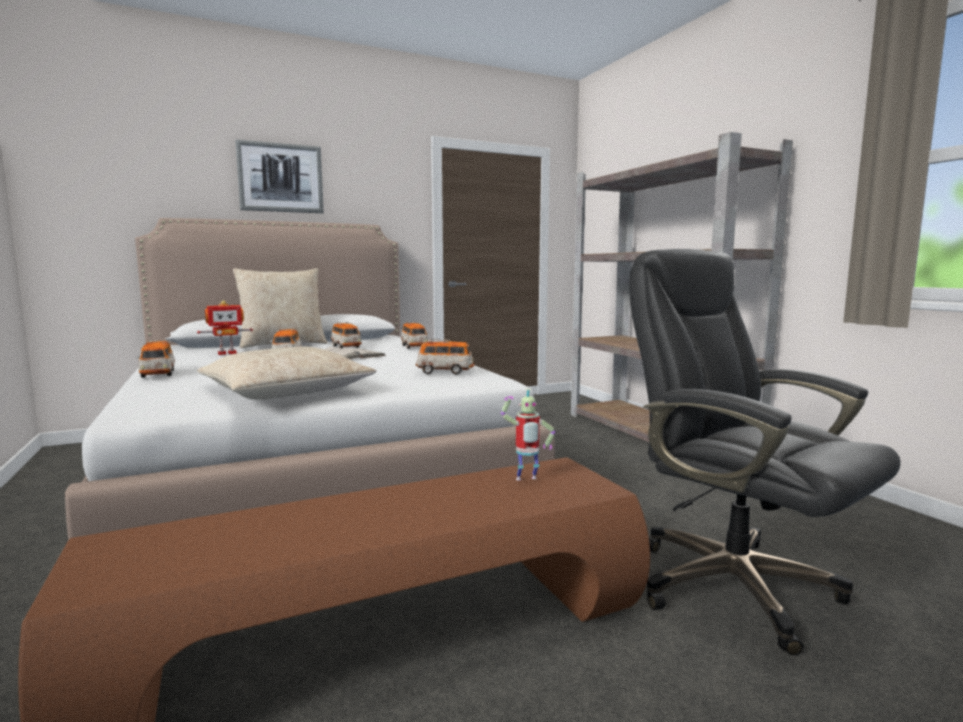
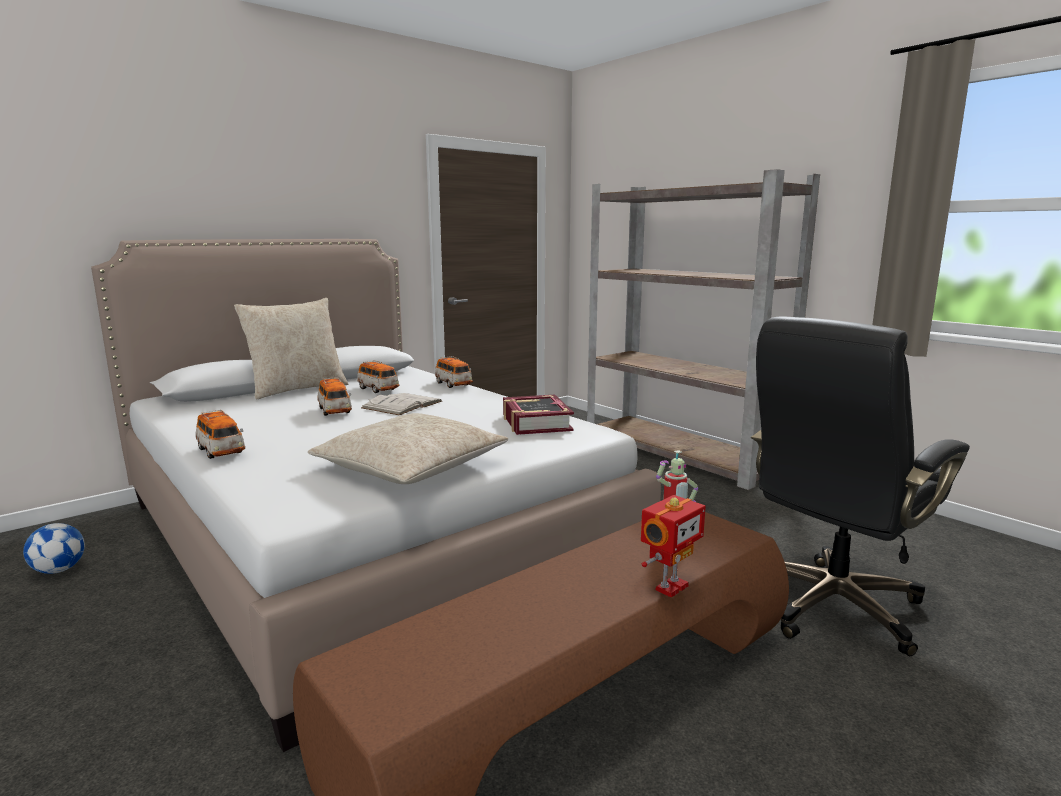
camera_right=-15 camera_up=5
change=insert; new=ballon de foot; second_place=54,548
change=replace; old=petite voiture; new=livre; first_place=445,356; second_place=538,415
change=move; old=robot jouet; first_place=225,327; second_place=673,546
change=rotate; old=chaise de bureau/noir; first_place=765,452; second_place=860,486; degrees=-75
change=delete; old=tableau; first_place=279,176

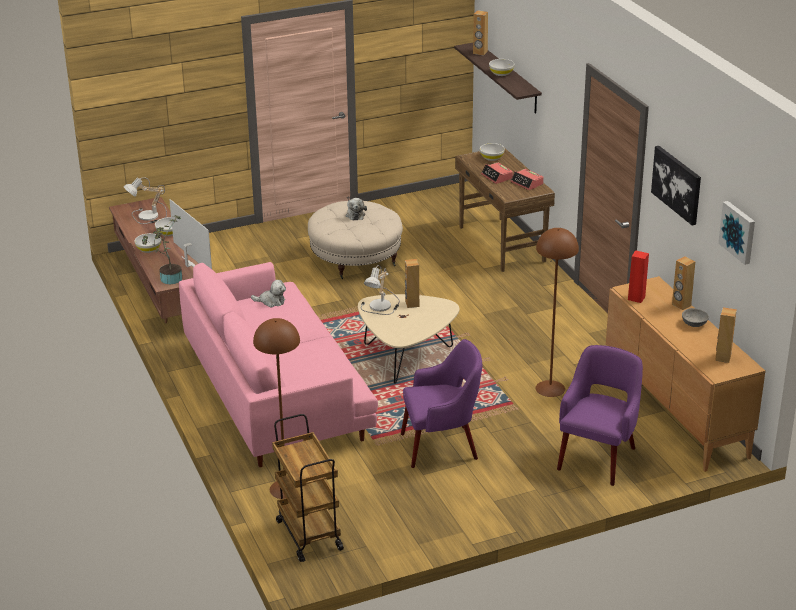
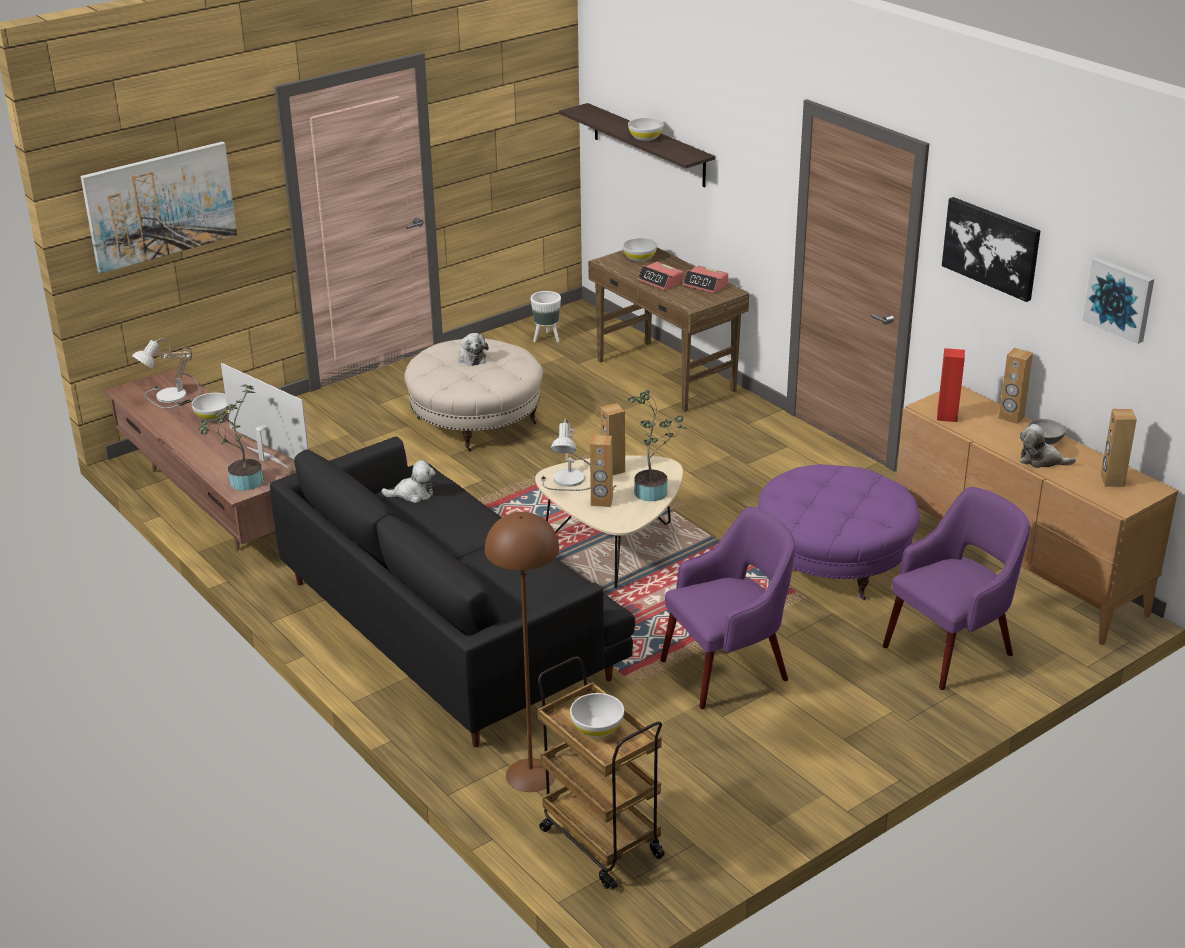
camera_right=-15 camera_up=0
change=insert; new=tableau; second_place=159,208
change=recolor; old=canapé/rose; new=canapé/noir; first_place=278,364; second_place=452,592
change=insert; new=cache-pot/blanc; second_place=545,316
change=move; old=bol/blanc; first_place=148,243; second_place=597,715
change=move; old=enceinte/marron; first_place=480,32; second_place=601,471
change=insert; new=plante en pot; second_place=657,445
change=replace; old=lampadaire/marron; new=pouf/violet; first_place=557,312; second_place=839,532
change=rotate; old=fauteuil/violet; first_place=600,415; second_place=956,588; degrees=45
change=insert; new=peluche; second_place=1048,446

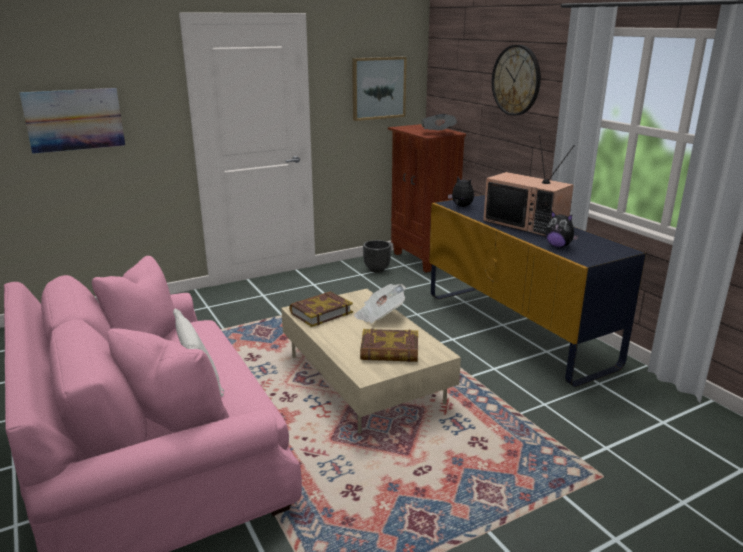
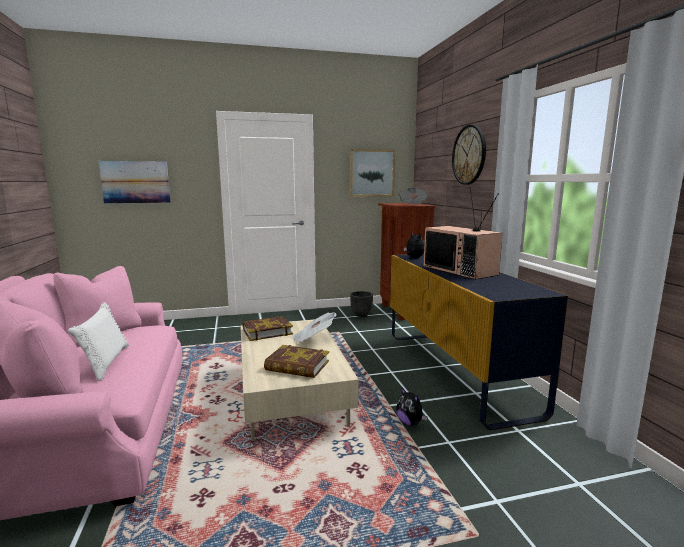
camera_right=15 camera_up=-10
change=move; old=peluche; first_place=562,229; second_place=412,407

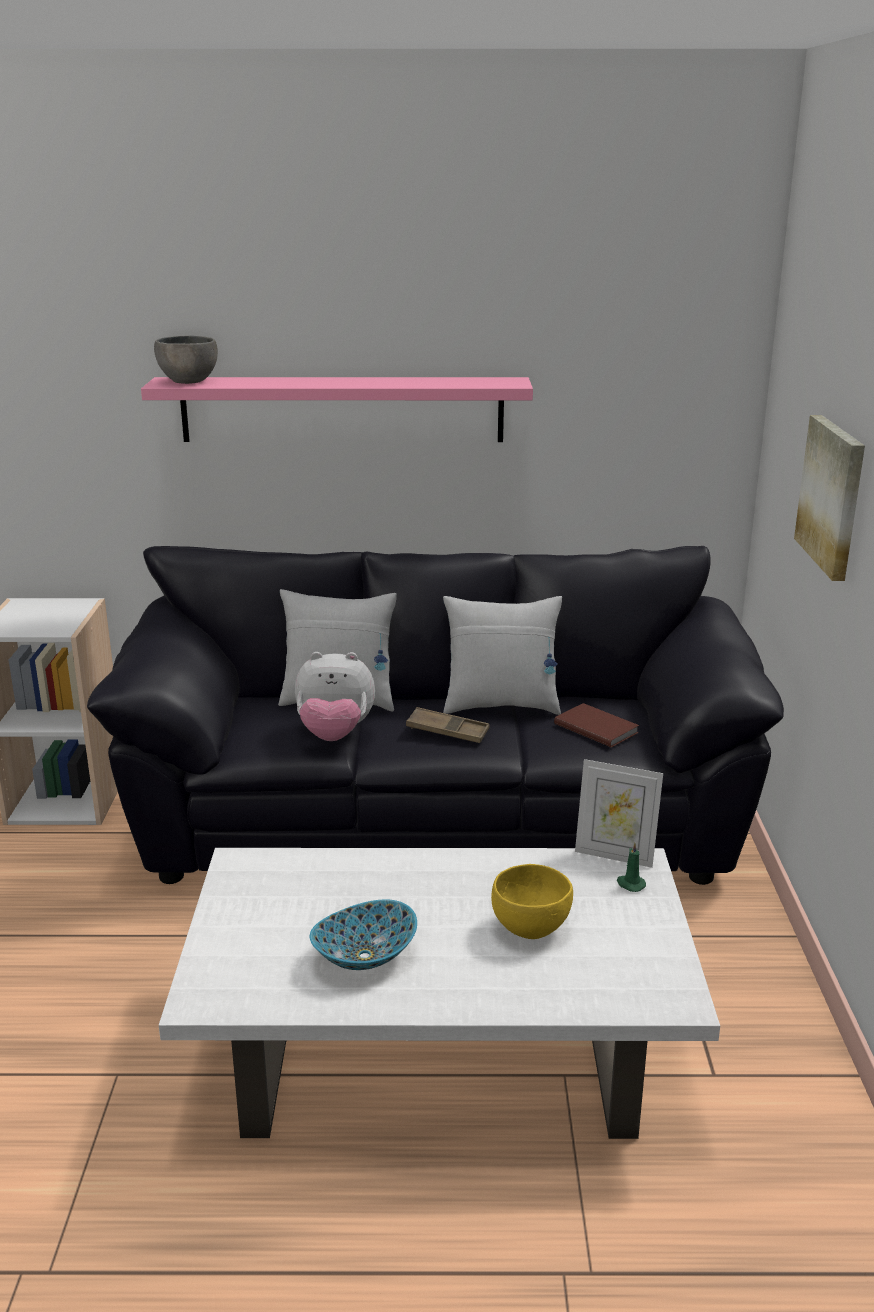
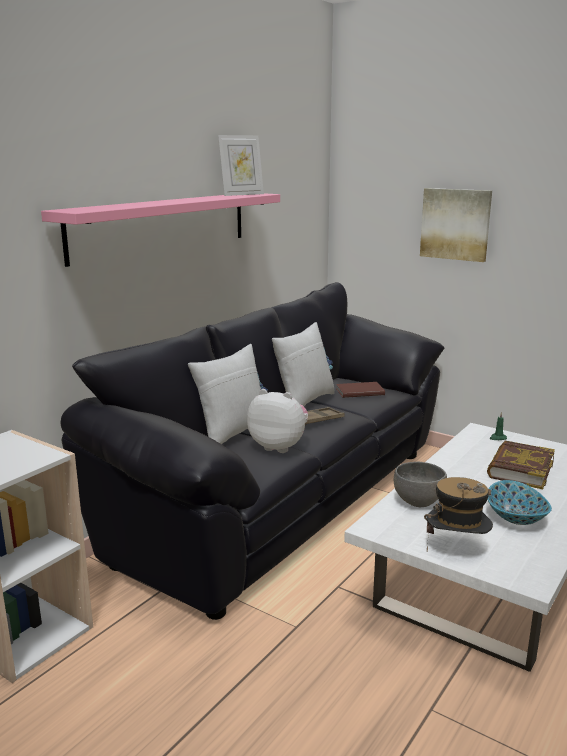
camera_right=-55 camera_up=-5
change=move; old=cadre photo; first_place=619,813; second_place=241,165
change=rotate; old=peluche; first_place=335,696; second_place=277,421; degrees=-105
change=move; old=bol/gris; first_place=186,359; second_place=420,484
change=insert; new=chapeau; second_place=458,514
change=replace; old=bol/jaune; new=livre; first_place=532,901; second_place=521,465

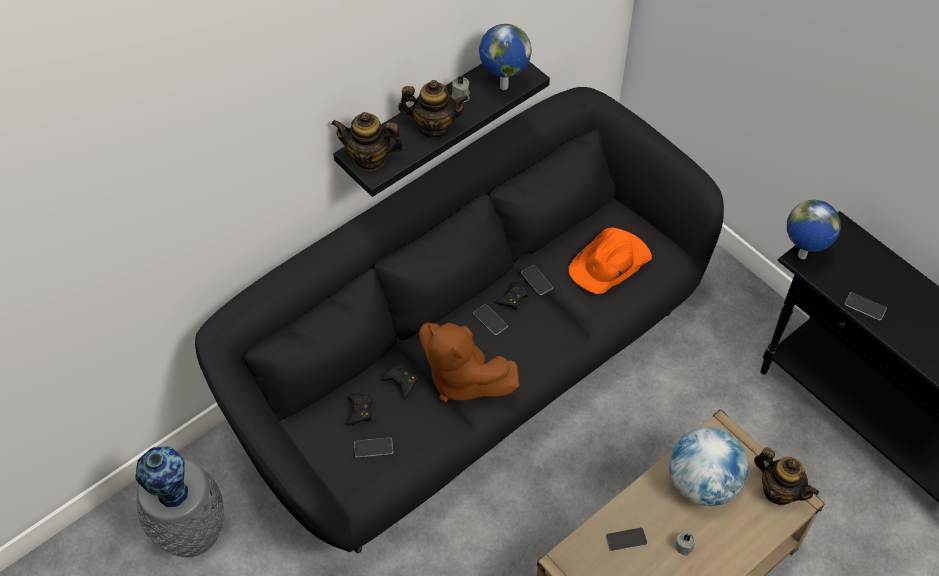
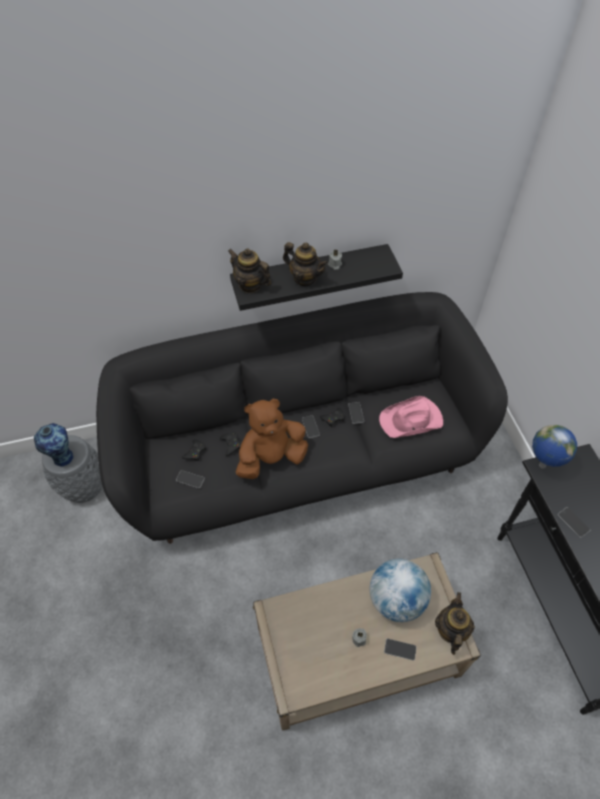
camera_right=25 camera_up=0
change=rotate; old=peluche/marron; first_place=469,362; second_place=272,439; degrees=90
change=recolor; old=chapeau/orange; new=chapeau/rose; first_place=610,260; second_place=411,417
change=move; old=téléphone; first_place=626,539; second_place=400,650
change=rotate; old=théière; first_place=786,476; second_place=455,623; degrees=-150
change=delete; old=globe; first_place=505,57

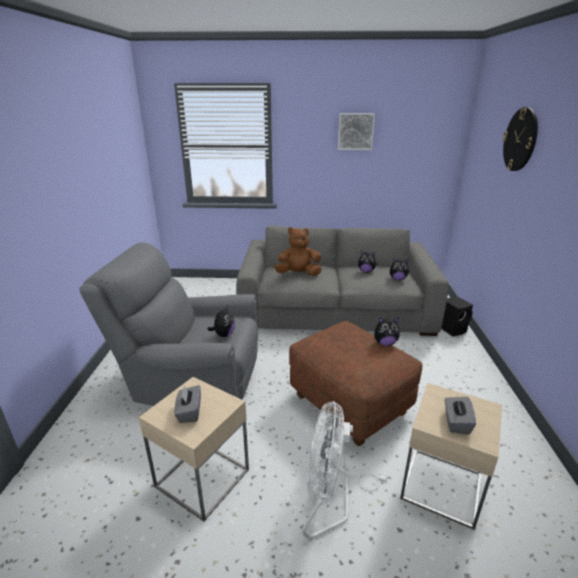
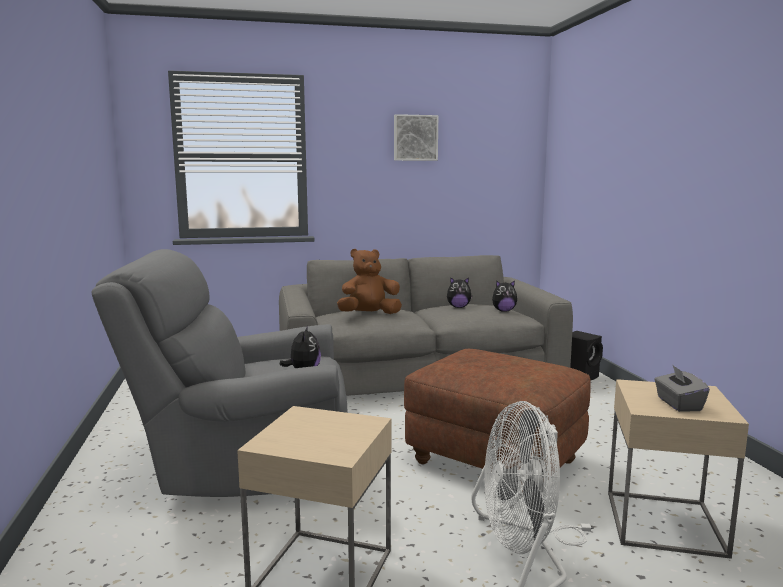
camera_right=-15 camera_up=-15
change=delete; old=boîte à mouchoirs/gris; first_place=187,404
change=delete; old=peluche; first_place=387,331
change=delete; old=horloge murale; first_place=520,139

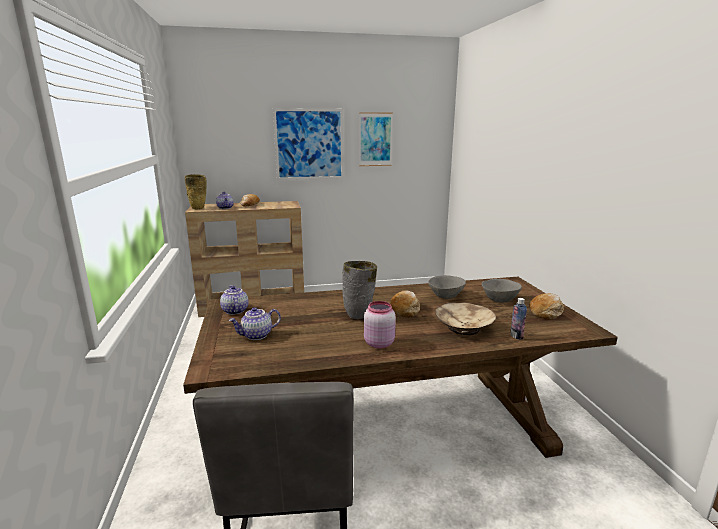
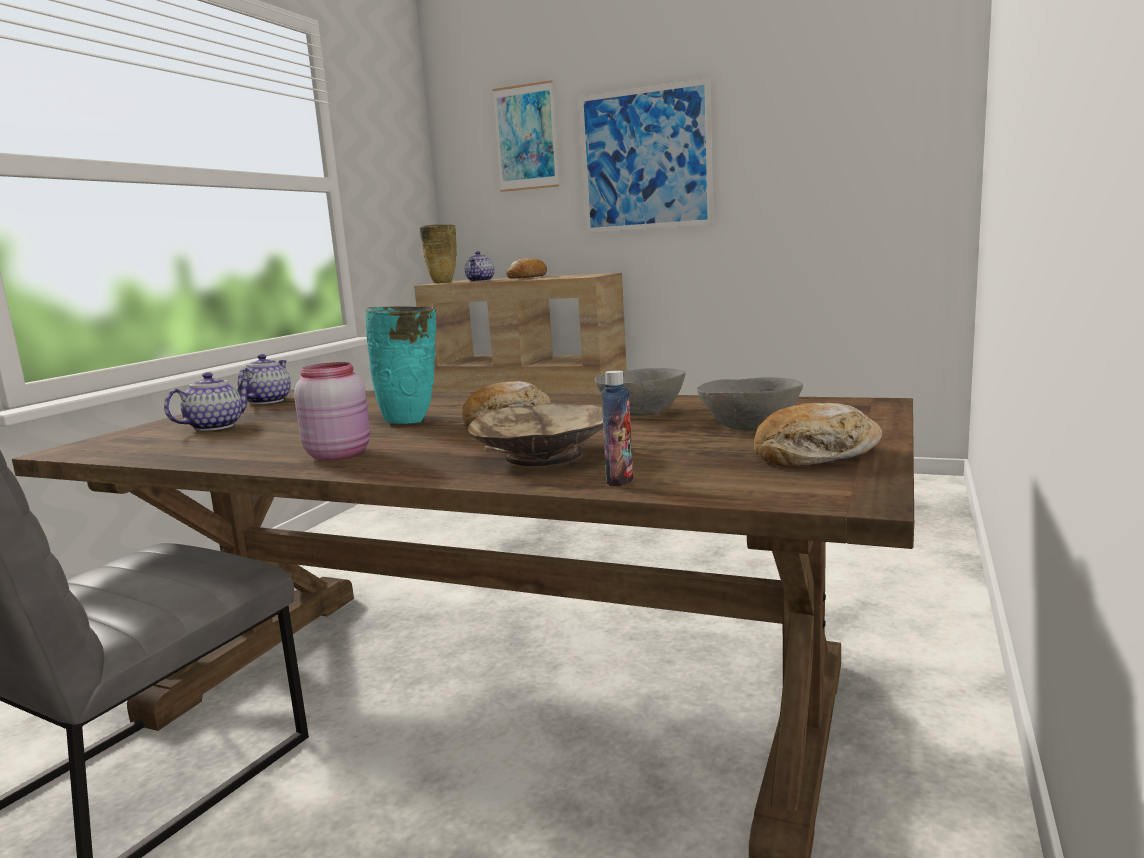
camera_right=35 camera_up=-5
change=rotate; old=théière; first_place=255,323; second_place=208,401; degrees=120
change=recolor; old=vase/gris; new=vase/turquoise; first_place=359,290; second_place=401,365
change=move; old=tableau; first_place=376,139; second_place=525,136

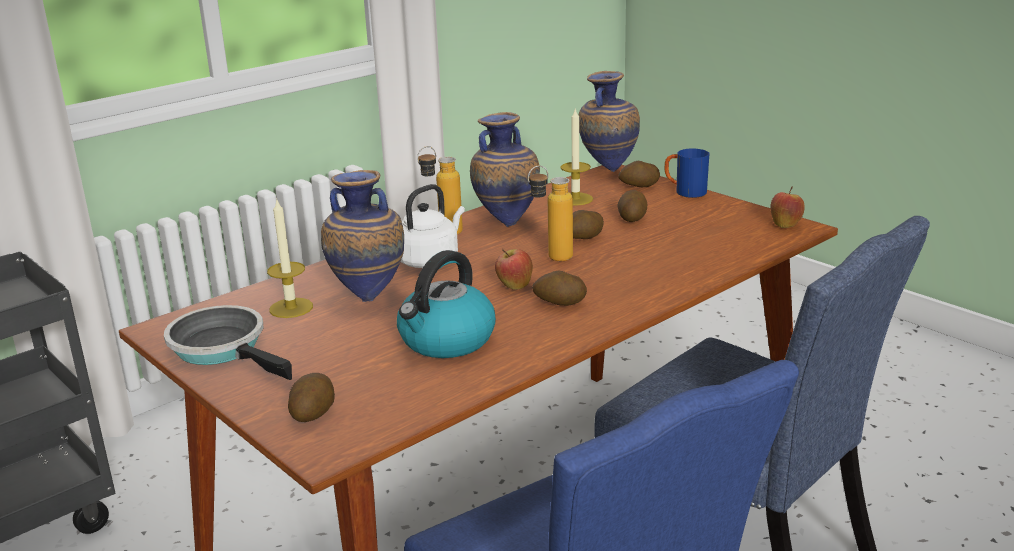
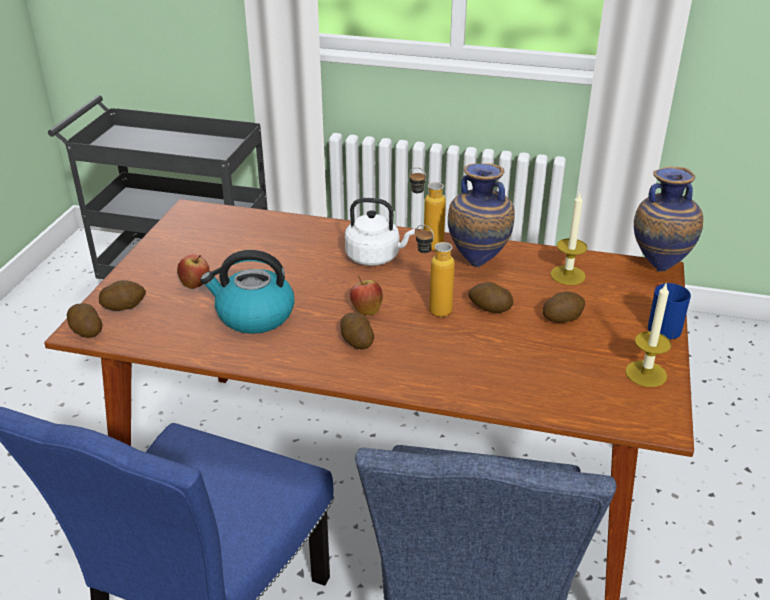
camera_right=55 camera_up=10
change=move; old=pomme de terre; first_place=639,174; second_place=84,320
change=move; old=pomme; first_place=787,207; second_place=193,272
change=move; old=bougie; first_place=290,258; second_place=648,335
change=delete; old=poêle; first_place=228,342
change=delete; old=vase; first_place=362,236

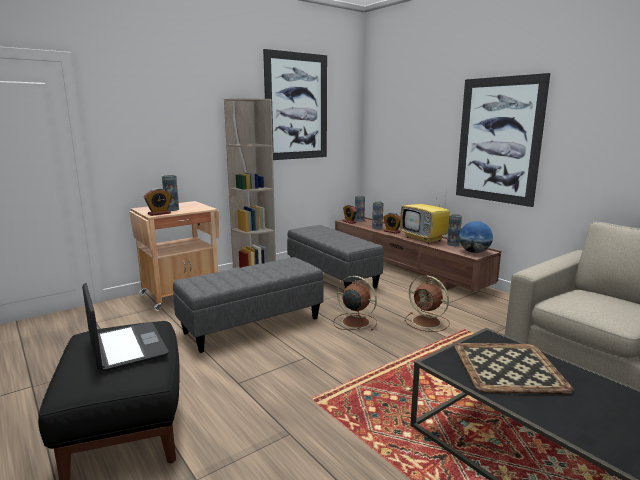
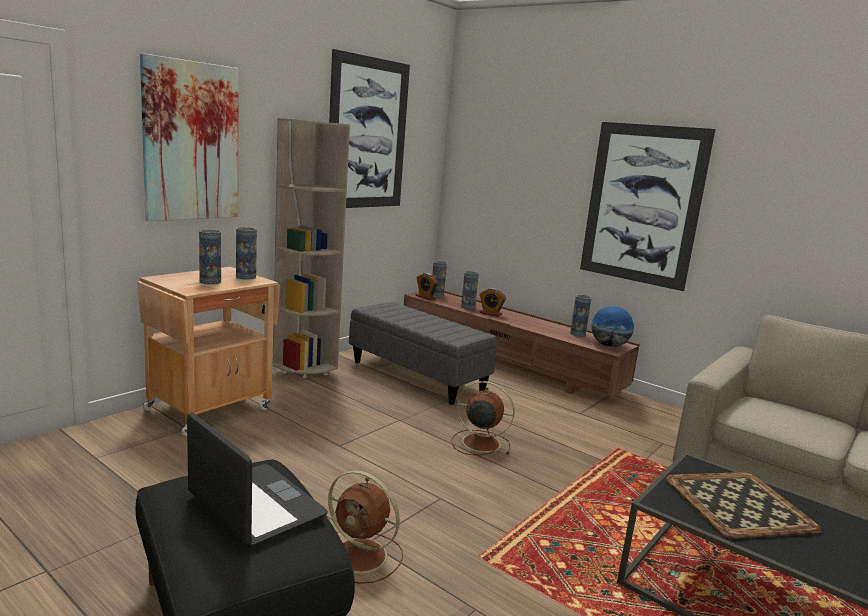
camera_right=-15 camera_up=0
change=insert; new=tableau; second_place=189,137
change=insert; new=vase; second_place=246,253
change=move; old=ventilateur/marron; first_place=427,303; second_place=365,527
change=delete; old=réveil; first_place=158,202
change=delete; old=pouf/gris; first_place=248,305
change=delete; old=téléviseur; first_place=425,215

